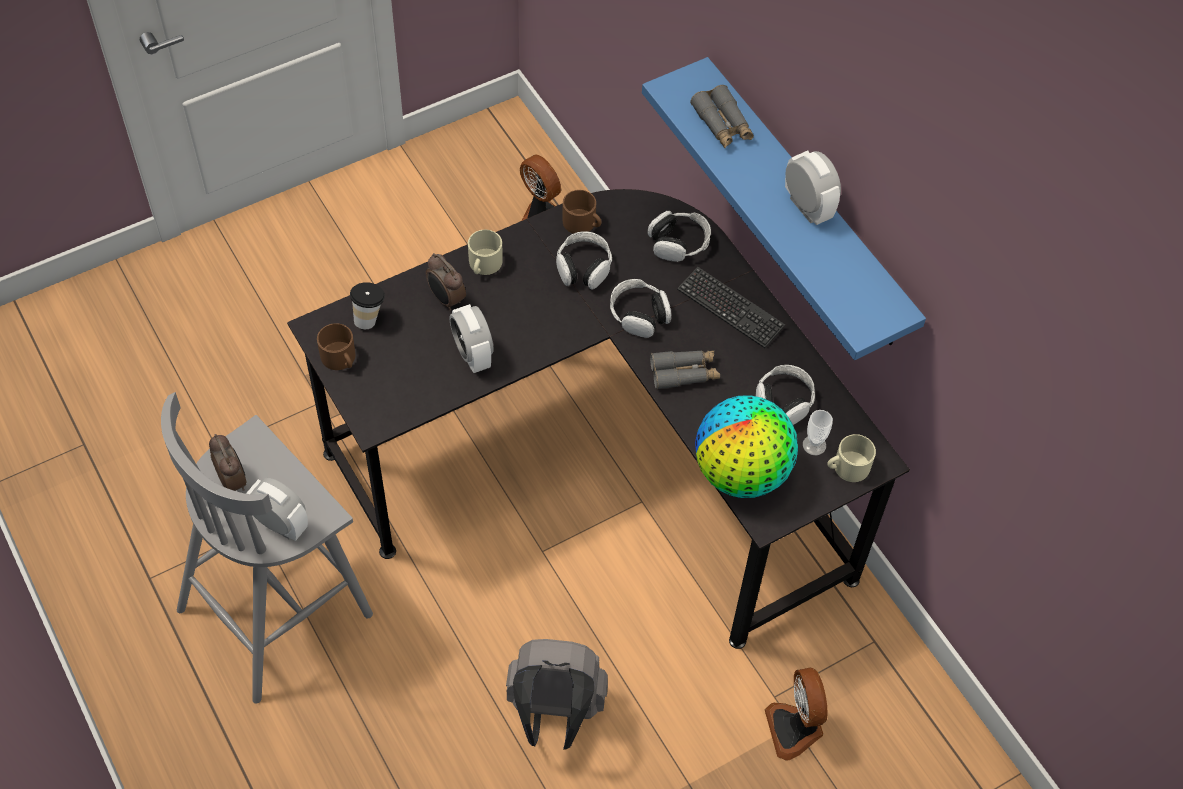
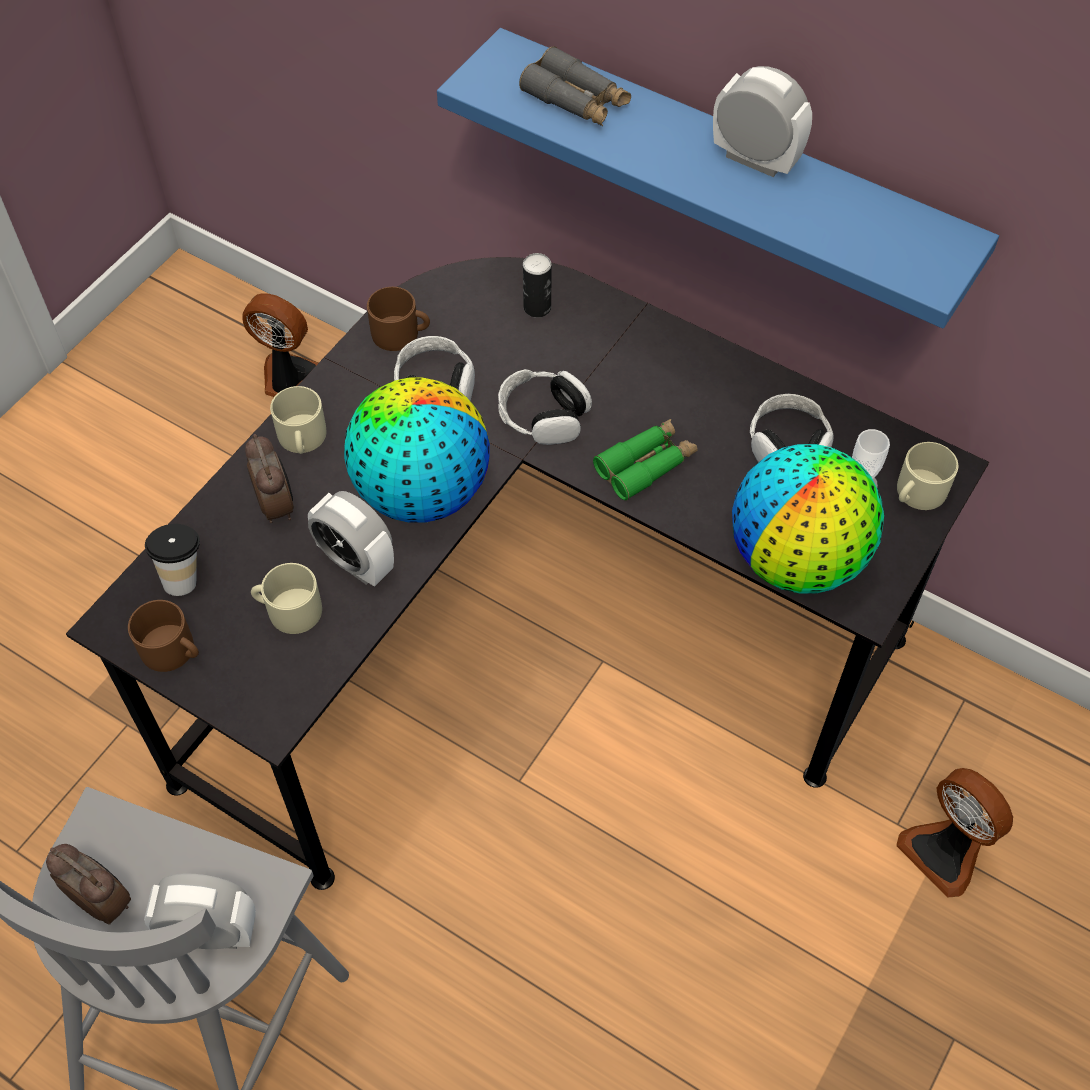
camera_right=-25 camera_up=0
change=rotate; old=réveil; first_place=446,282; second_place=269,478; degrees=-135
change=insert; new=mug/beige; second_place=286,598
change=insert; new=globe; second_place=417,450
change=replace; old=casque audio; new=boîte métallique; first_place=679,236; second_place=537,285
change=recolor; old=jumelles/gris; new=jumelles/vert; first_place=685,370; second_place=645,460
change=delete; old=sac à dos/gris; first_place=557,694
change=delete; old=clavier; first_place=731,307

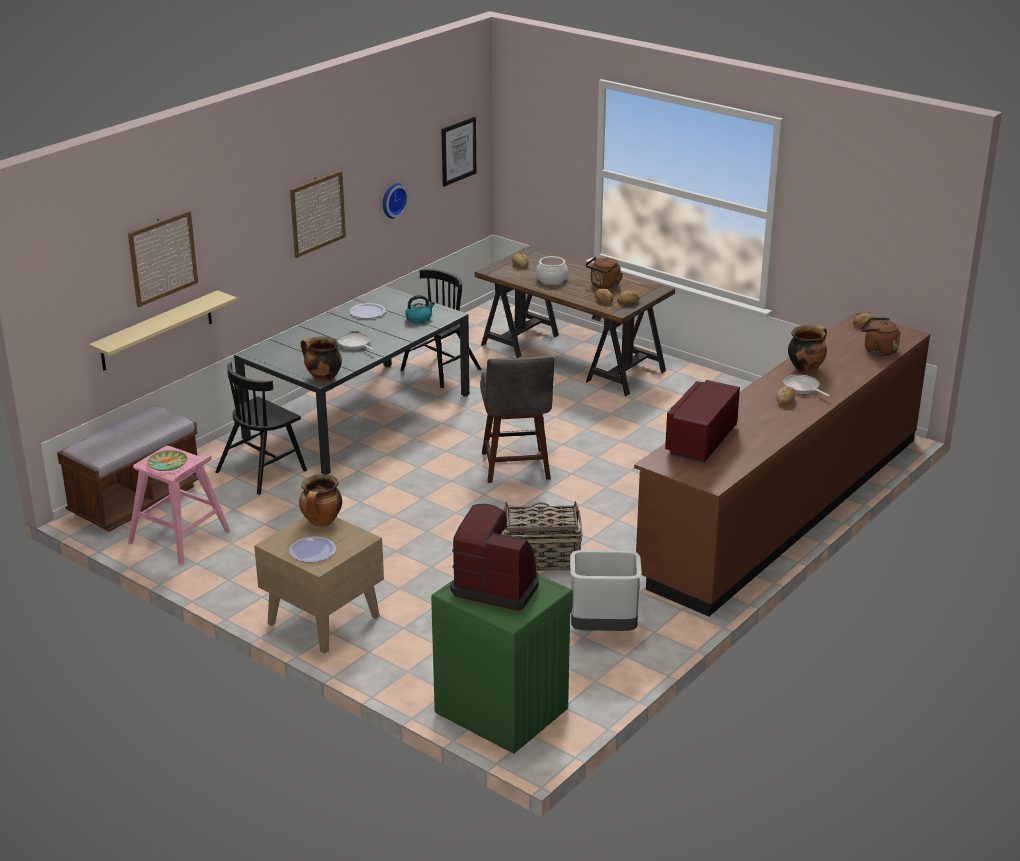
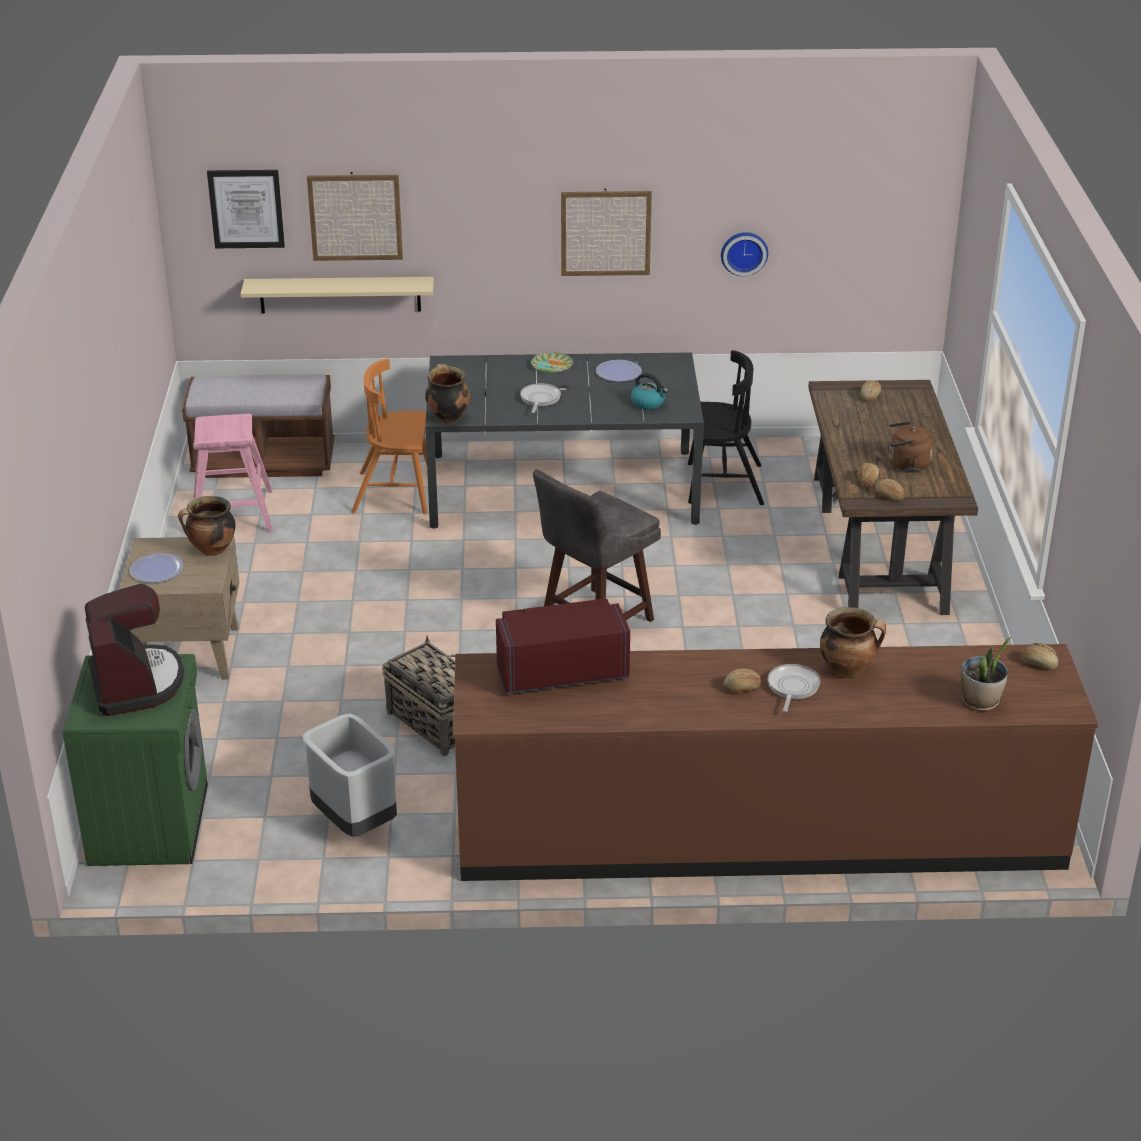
camera_right=50 camera_up=5
change=move; old=tableau; first_place=458,152; second_place=246,209
change=recolor; old=chaise/noir; new=chaise/orange; first_place=261,428; second_place=389,436
change=move; old=assiette; first_place=167,460; second_place=552,362
change=replace; old=bouilloire/marron; new=plante en pot; first_place=880,337; second_place=986,674
change=delete; old=marmite; first_place=552,270

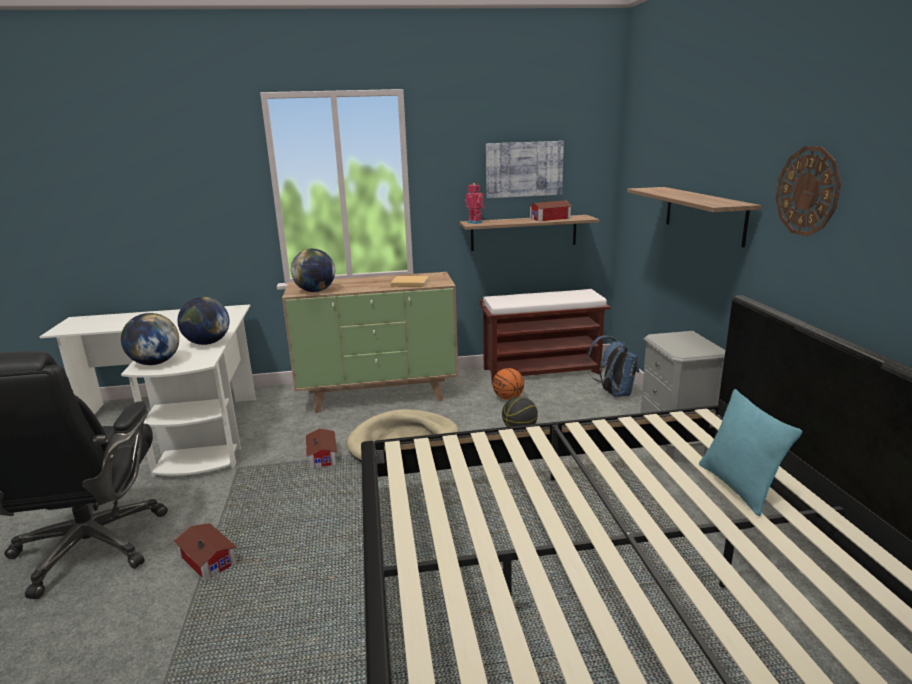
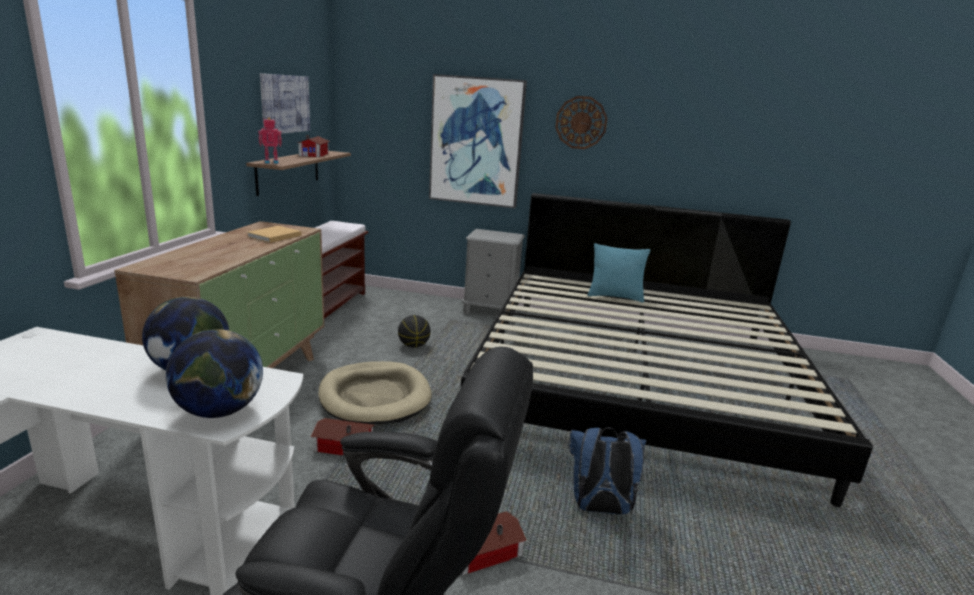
camera_right=-70 camera_up=0
change=replace; old=étagère; new=tableau; first_place=694,217; second_place=478,141
change=move; old=sac à dos/bleu; first_place=612,366; second_place=607,471
change=delete; old=globe; first_place=313,270
change=delete; old=ballon de basket; first_place=508,384

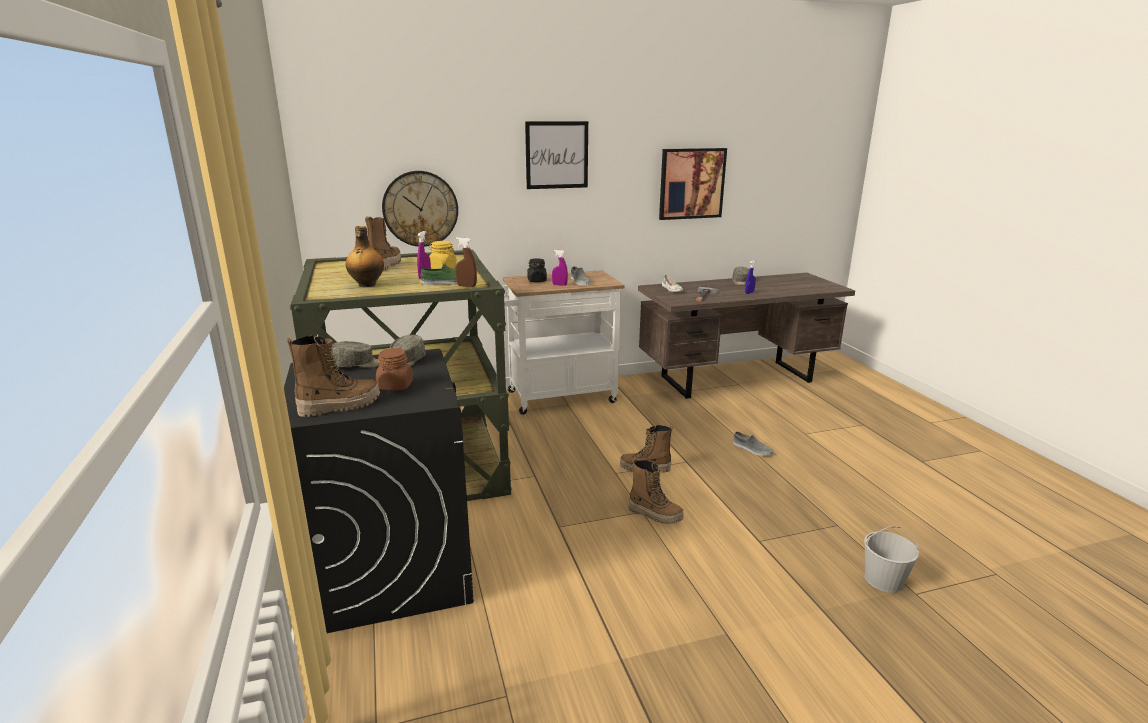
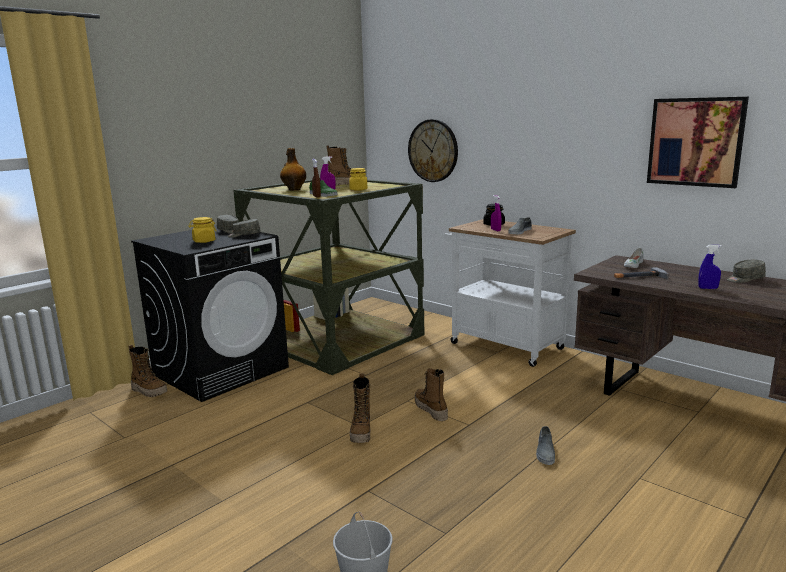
camera_right=60 camera_up=-5
change=move; old=botte; first_place=333,376; second_place=148,371
change=recolor; old=bocal/marron; new=bocal/jaune; first_place=394,369; second_place=203,230
change=delete; old=tableau; first_place=556,155

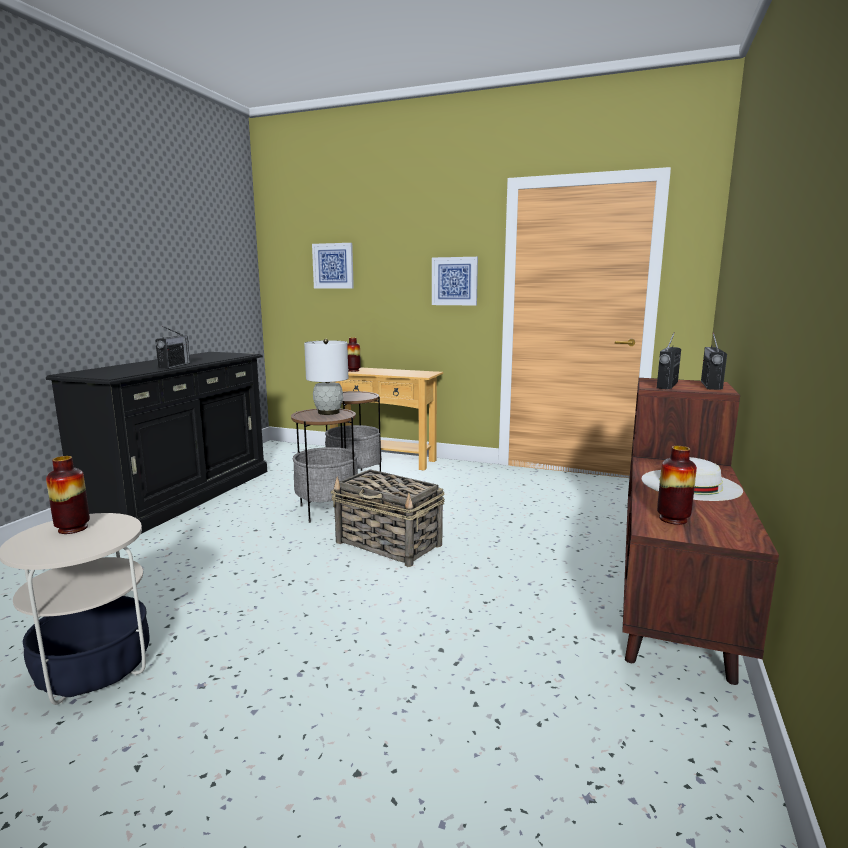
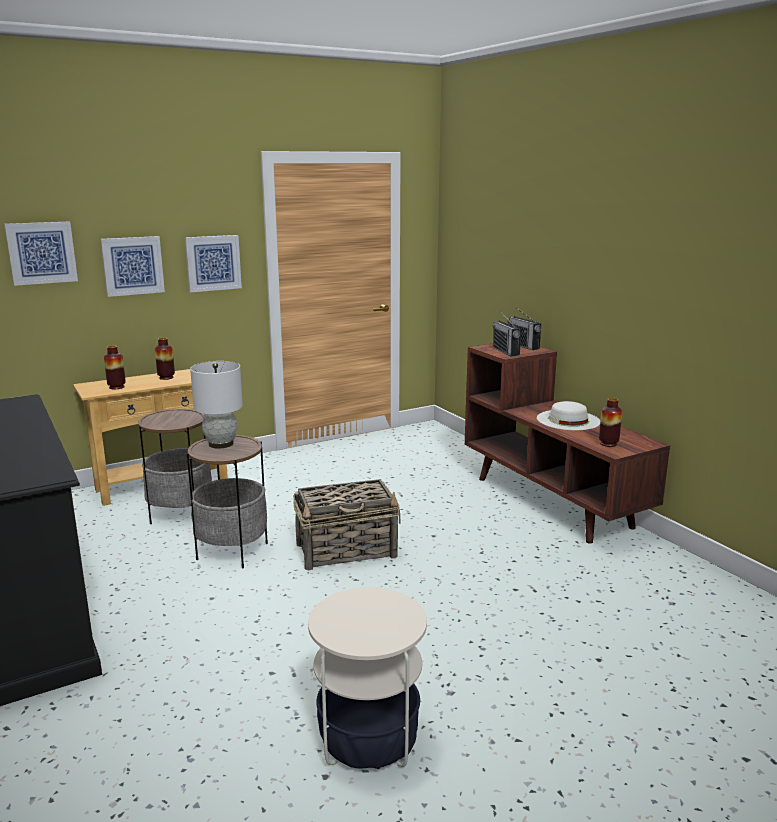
camera_right=-50 camera_up=5
change=insert; new=tableau; second_place=132,266
change=move; old=vase; first_place=68,495; second_place=165,359
change=delete; old=radio; first_place=172,347

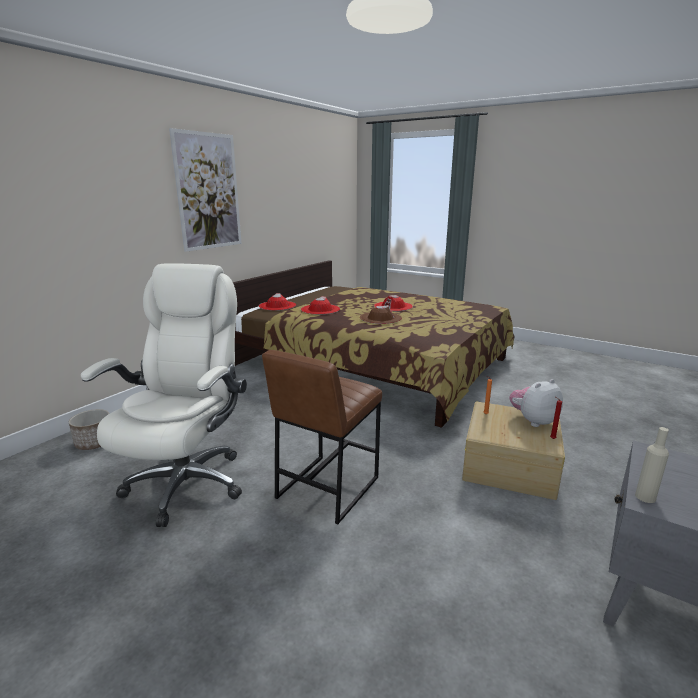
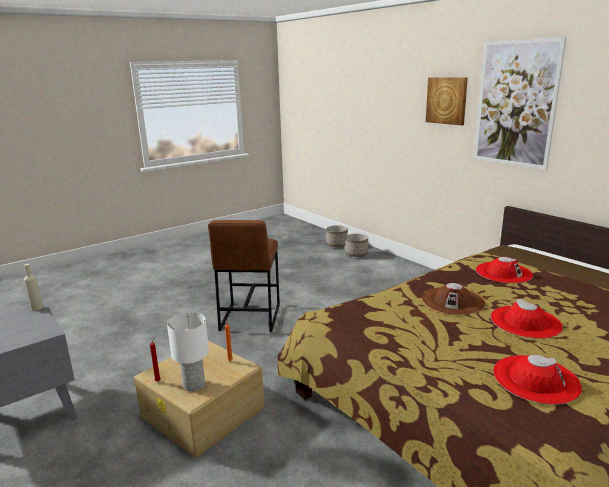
camera_right=110 camera_up=0
change=replace; old=peluche; new=lampe de table/blanc; first_place=536,403; second_place=188,352
change=rotate; old=chaise/marron; first_place=322,437; second_place=244,276; degrees=-135
change=insert; new=cache-pot; second_place=337,236
change=insert; new=tableau; second_place=447,101
change=move; old=chapeau/rouge; first_place=277,302; second_place=537,380
change=delete; old=chaise de bureau/blanc; first_place=164,395

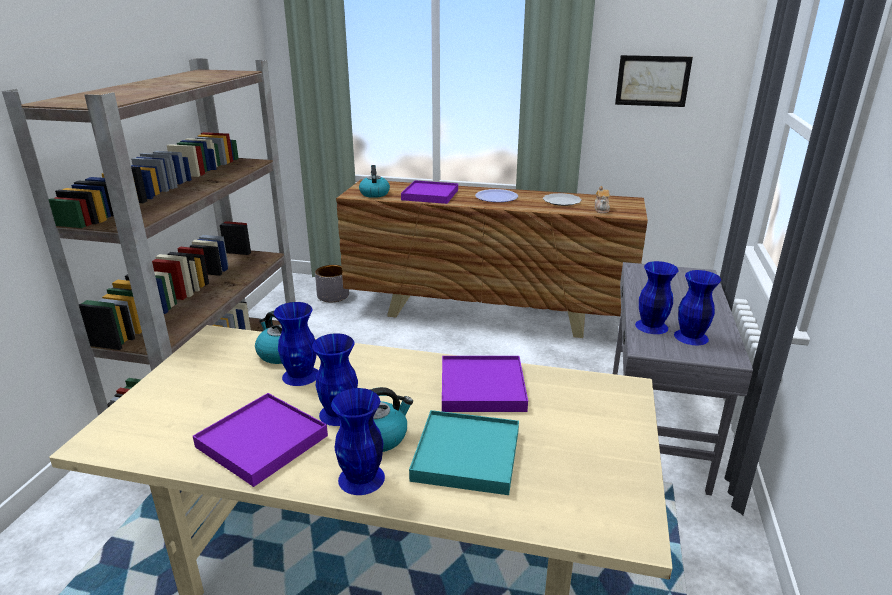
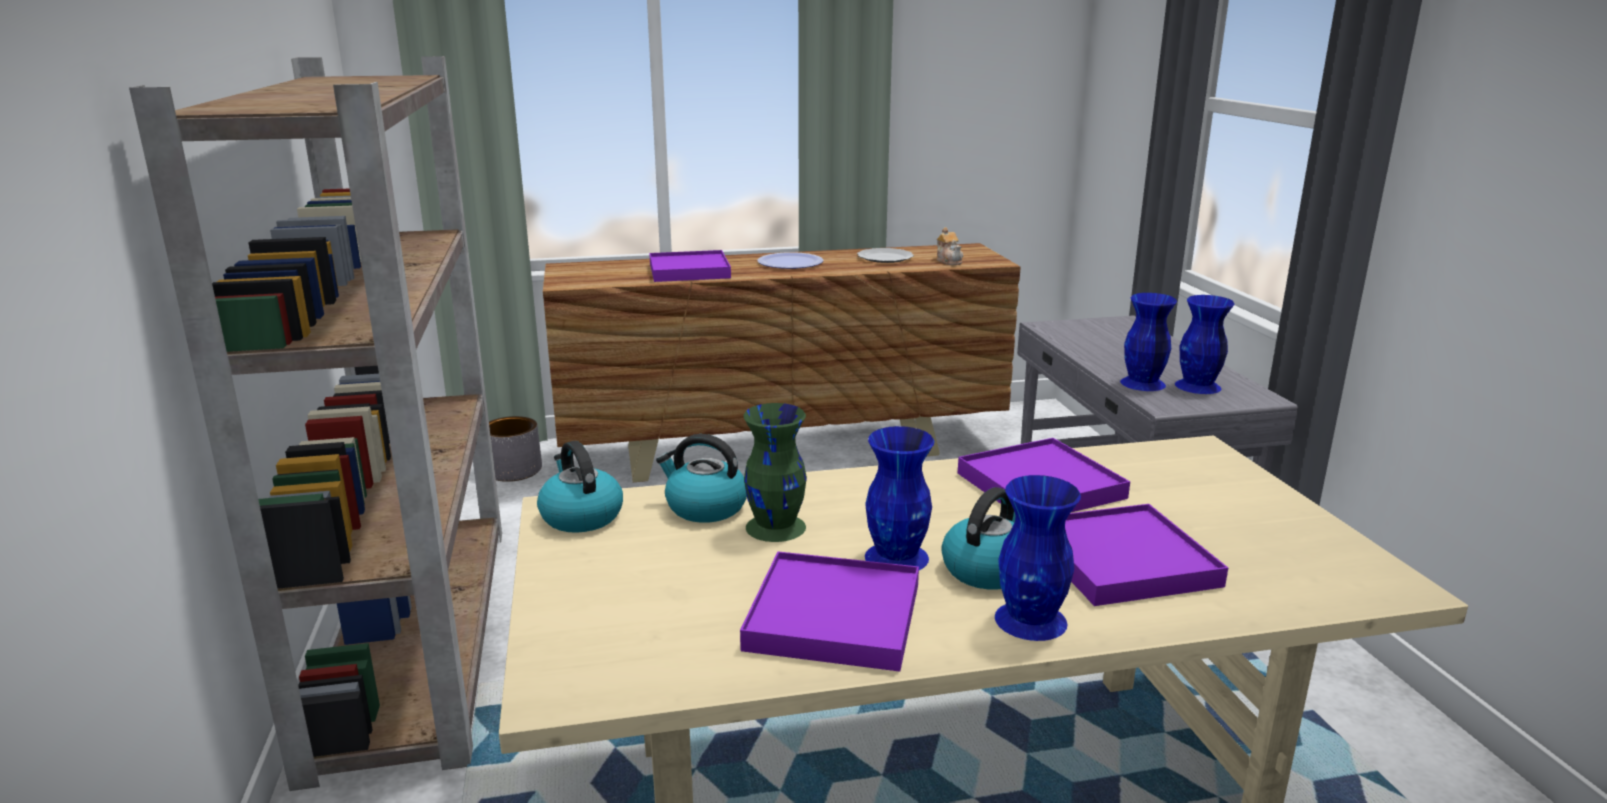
camera_right=-25 camera_up=-5
change=move; old=bouilloire; first_place=374,181; second_place=580,487
change=recolor; old=vase/bleu; new=vase/vert; first_place=296,344; second_place=775,472
change=recolor; old=plateau/turquoise; new=plateau/violet; first_place=464,452; second_place=1146,555
change=delete; old=tableau; first_place=654,81

